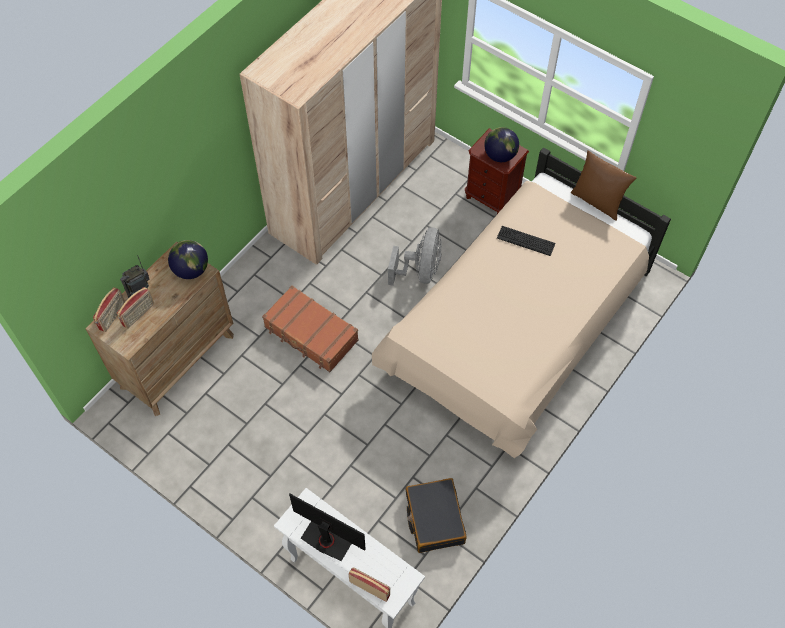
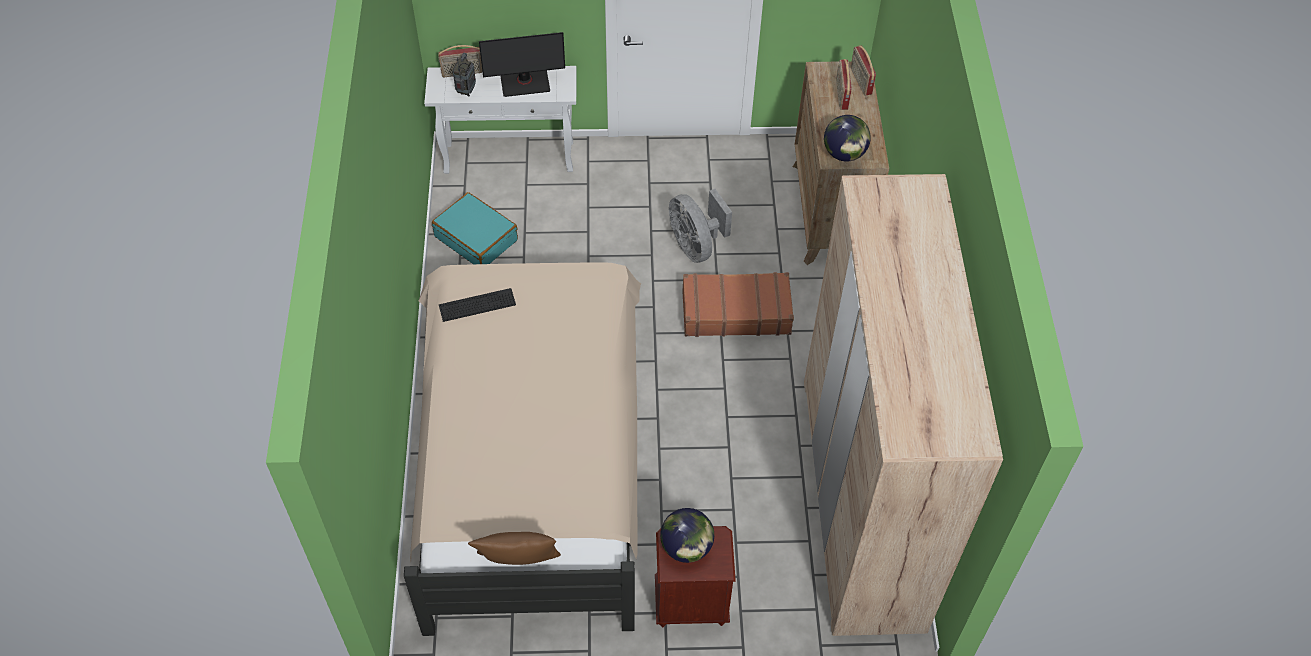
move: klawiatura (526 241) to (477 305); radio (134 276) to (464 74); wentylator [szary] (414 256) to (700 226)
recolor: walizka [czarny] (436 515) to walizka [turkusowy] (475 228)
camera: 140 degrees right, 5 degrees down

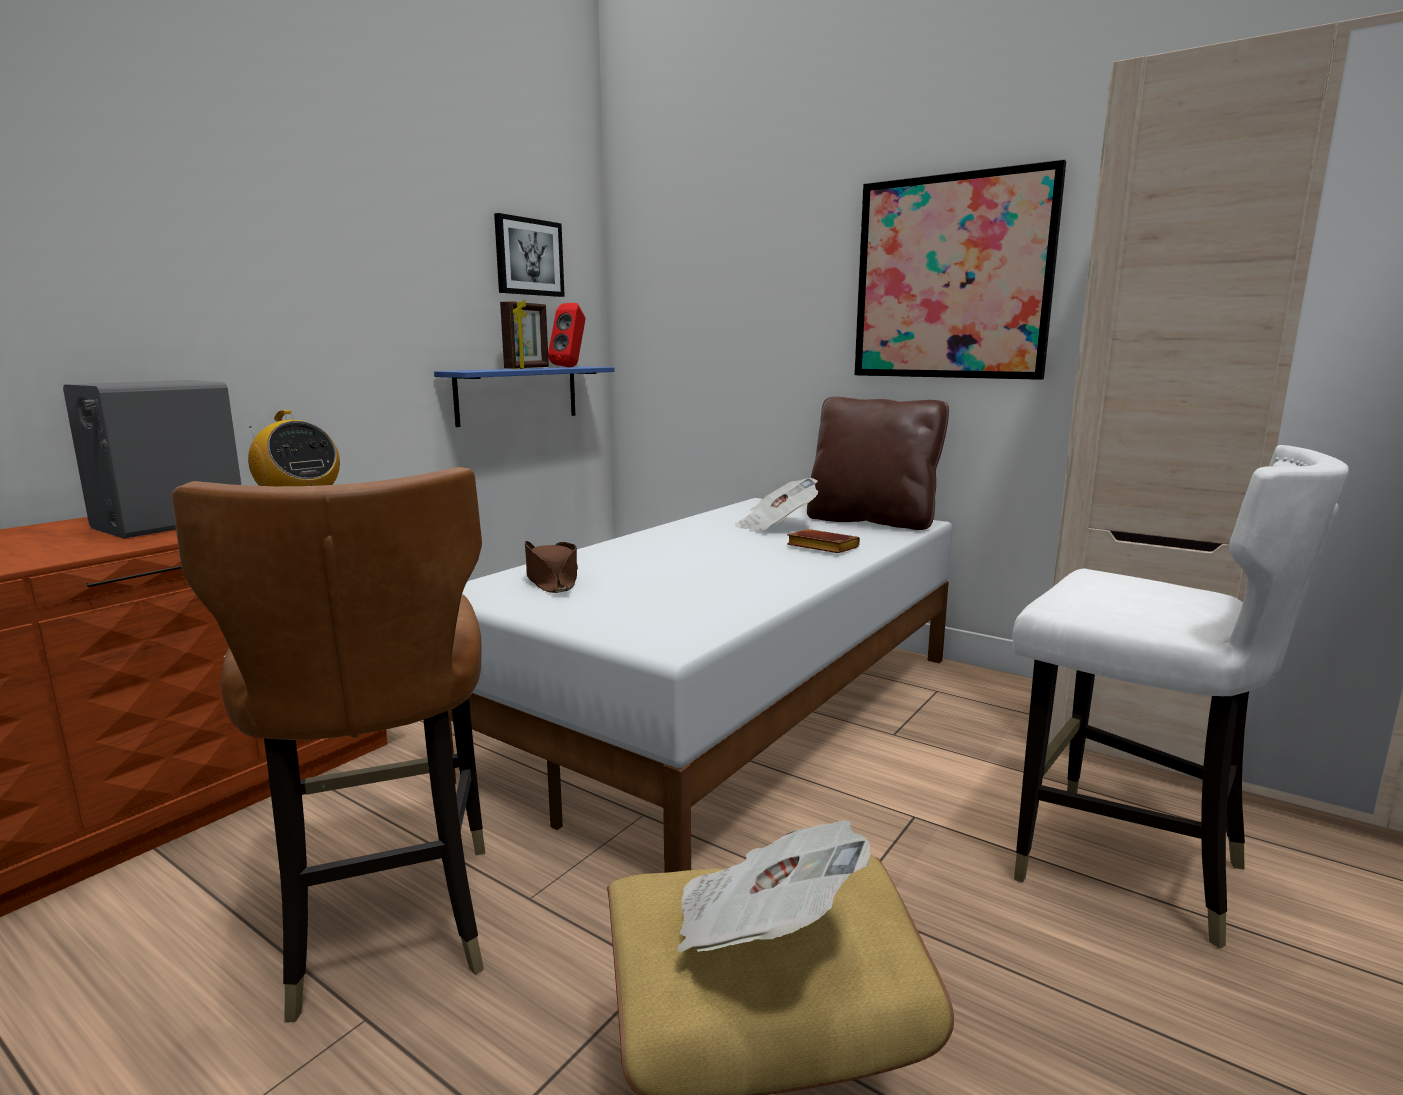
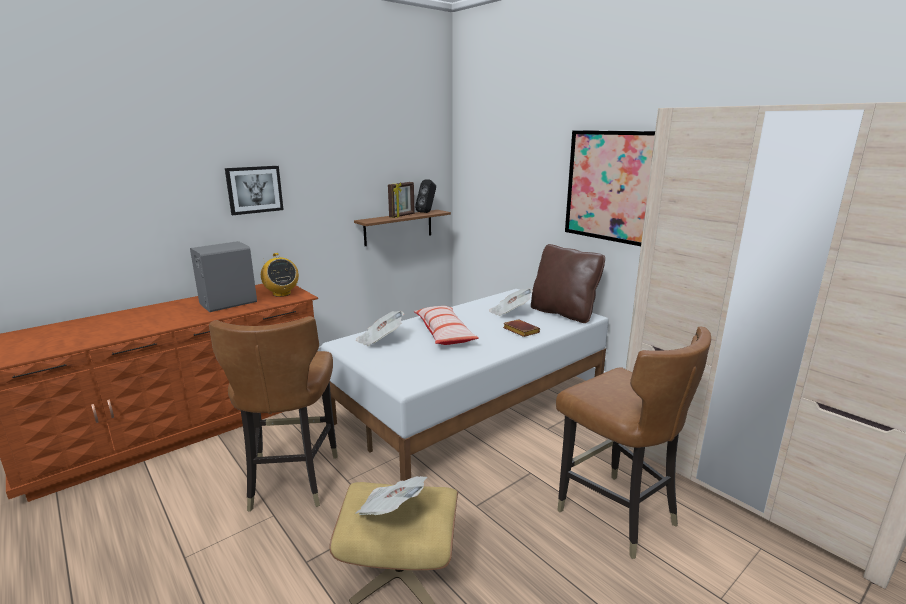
insert: poduszka (446 325)
move: obraz (529 255) to (254 190)
replace: kapelusz [brązowy] (551 567) to gazeta (380 328)
recolor: półka [niebieski] (524 397) to półka [brązowy] (402 228); głośnik [czerwony] (566 335) to głośnik [czarny] (425 196); krzesło [biały] (1181 697) to krzesło [brązowy] (633 442)
camera: 15 degrees right, 5 degrees up

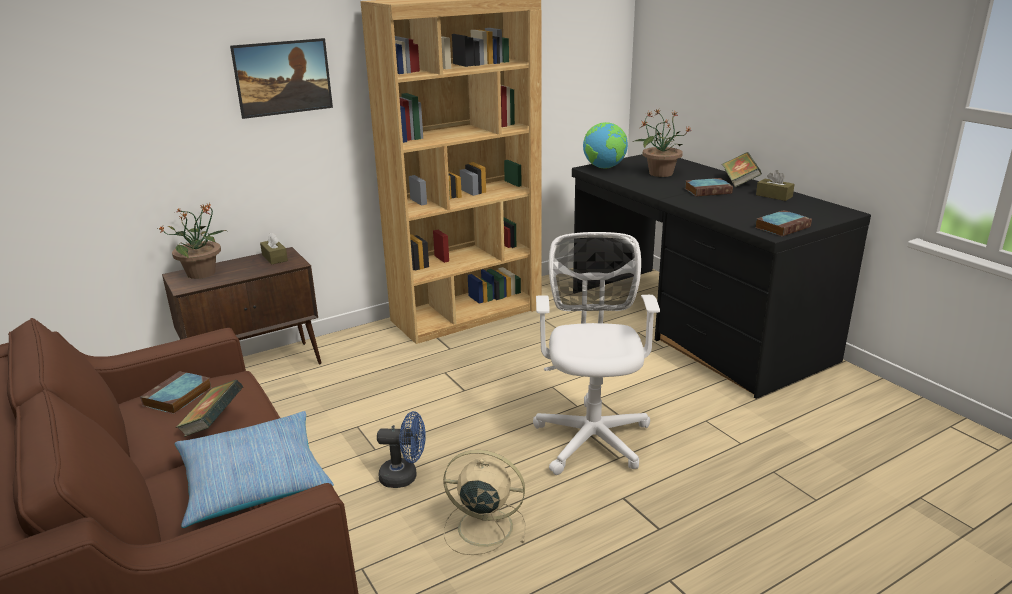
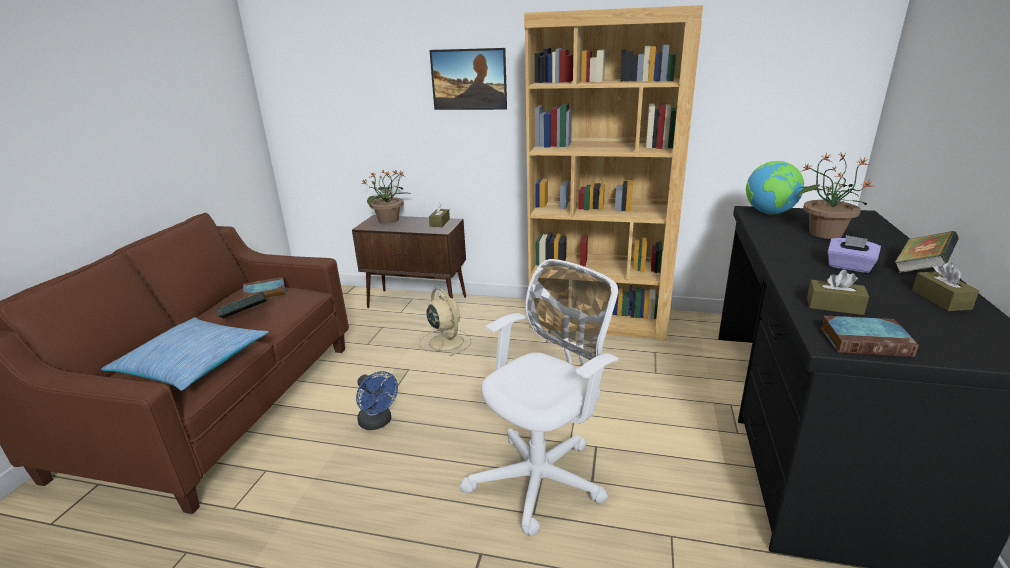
insert: pudełko chusteczek [brązowy] (838 292)
move: wentylator [beżowy] (484 502) to (445 322)
replace: książka (709 187) to pudełko chusteczek [fioletowy] (854 254)
camera: 45 degrees right, 0 degrees up

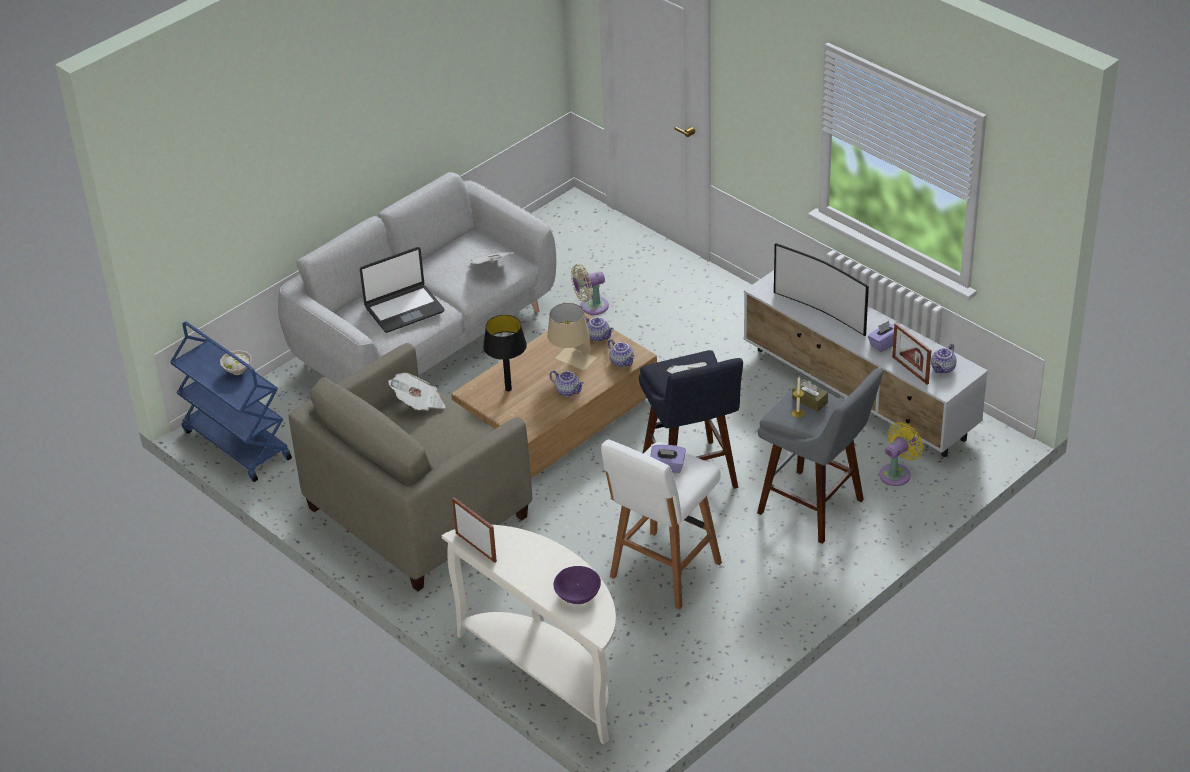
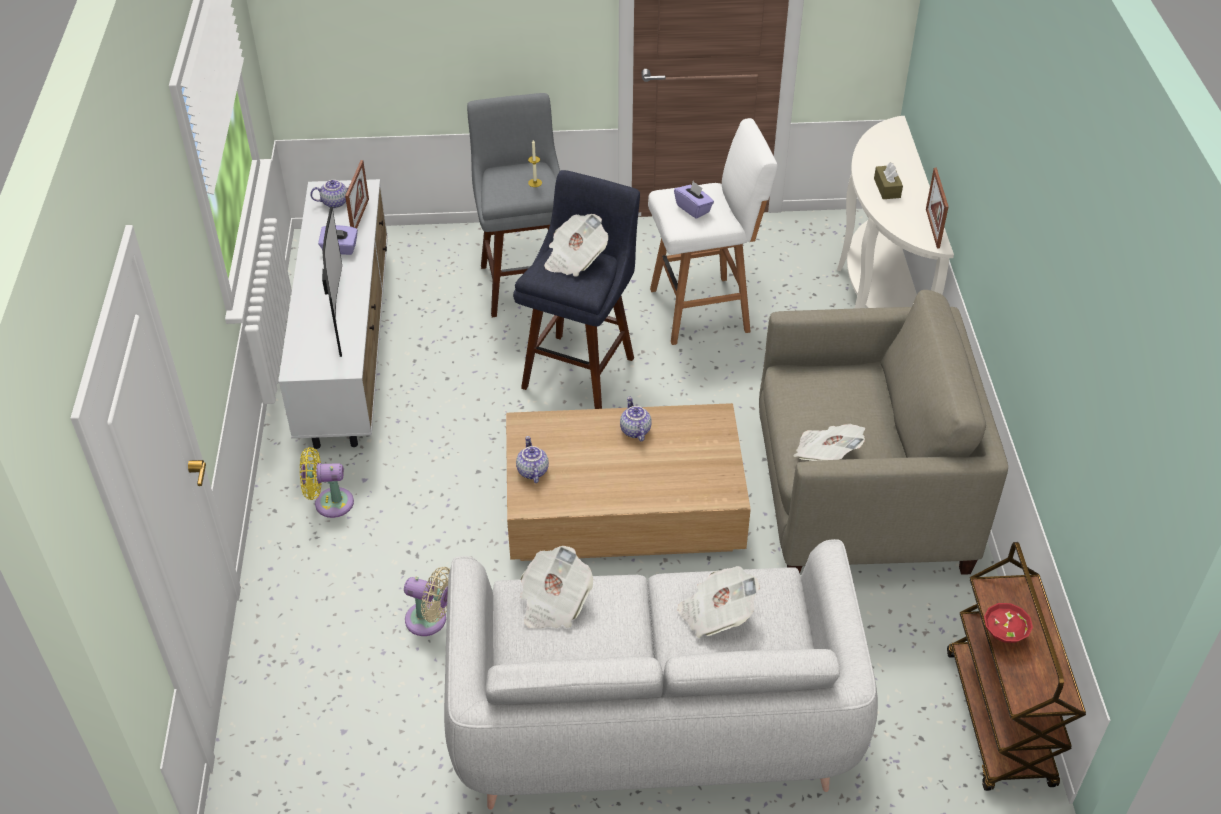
delete: lampa stołowa [czarny] (505 353); lampa stołowa [beżowy] (572 336); miska [fioletowy] (577 585); imbryk (621 353)
move: wentylator [żółty] (901 454) to (327 482); pudełko chusteczek [brązowy] (810 396) to (888 180)
replace: laptop (402 290) to gazeta (718 602)
recolor: wózek [niebieski] (231 401) to wózek [brązowy] (1016 666); miska [biały] (236 362) to miska [czerwony] (1008 623)
camera: 140 degrees left, 5 degrees up

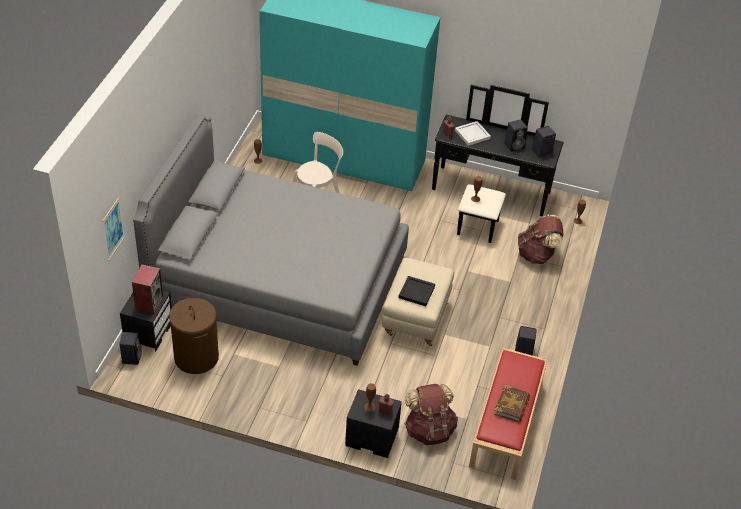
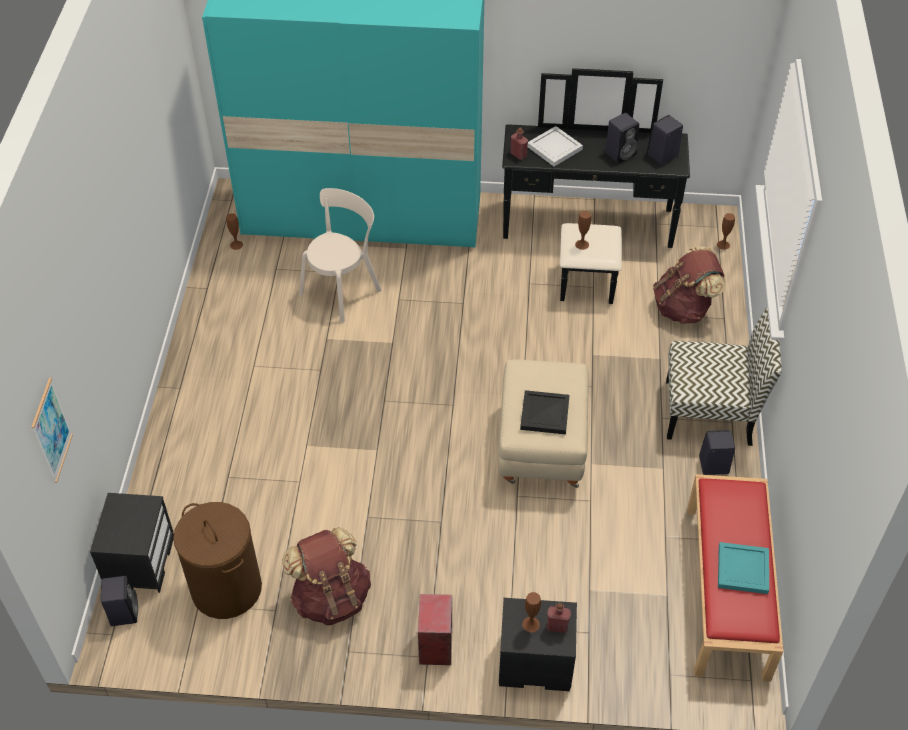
delete: łóżko [szary] (271 240)
insert: krzesło (724 376)
move: plecak [brązowy] (431 414) to (326 576); głośnik (147 289) to (435 629)
replace: książka (512 403) to taca [turkusowy] (743 568)
camera: 10 degrees left, 5 degrees up

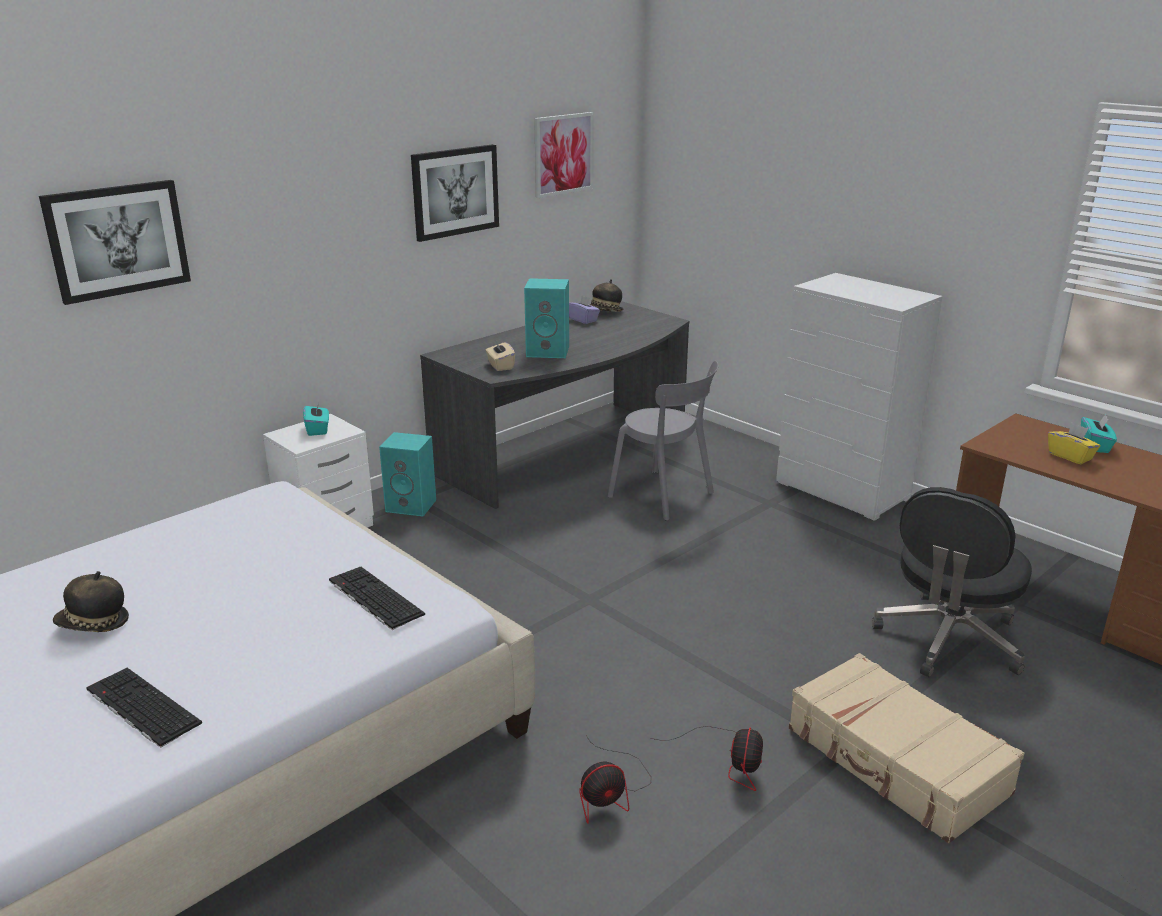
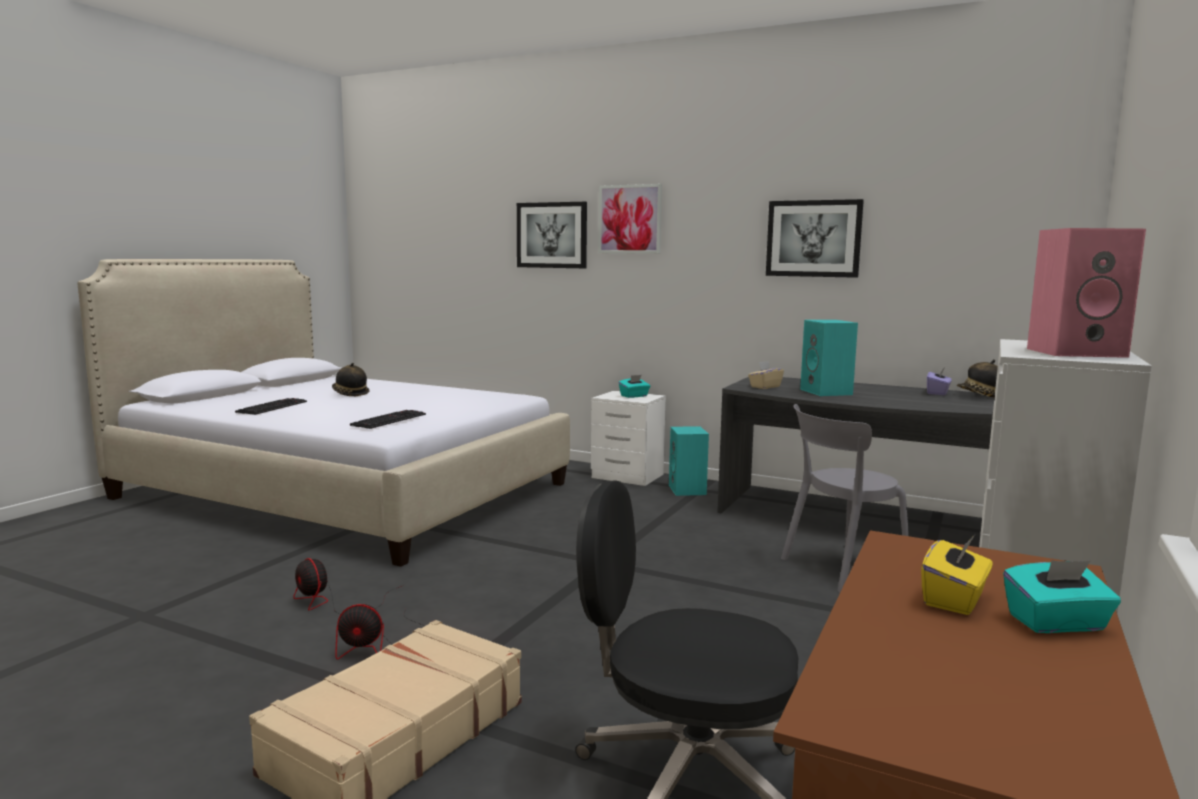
insert: głośnik [różowy] (1086 293)
move: obraz (564 155) to (630 219)
rotate: krzesło [szary] (663 441) = (845 498) 45 degrees clockwise
camera: 70 degrees right, 15 degrees down

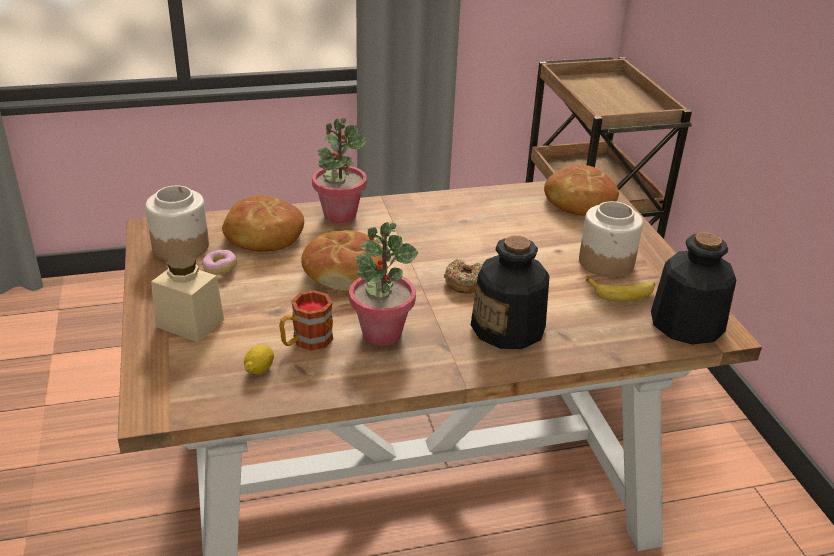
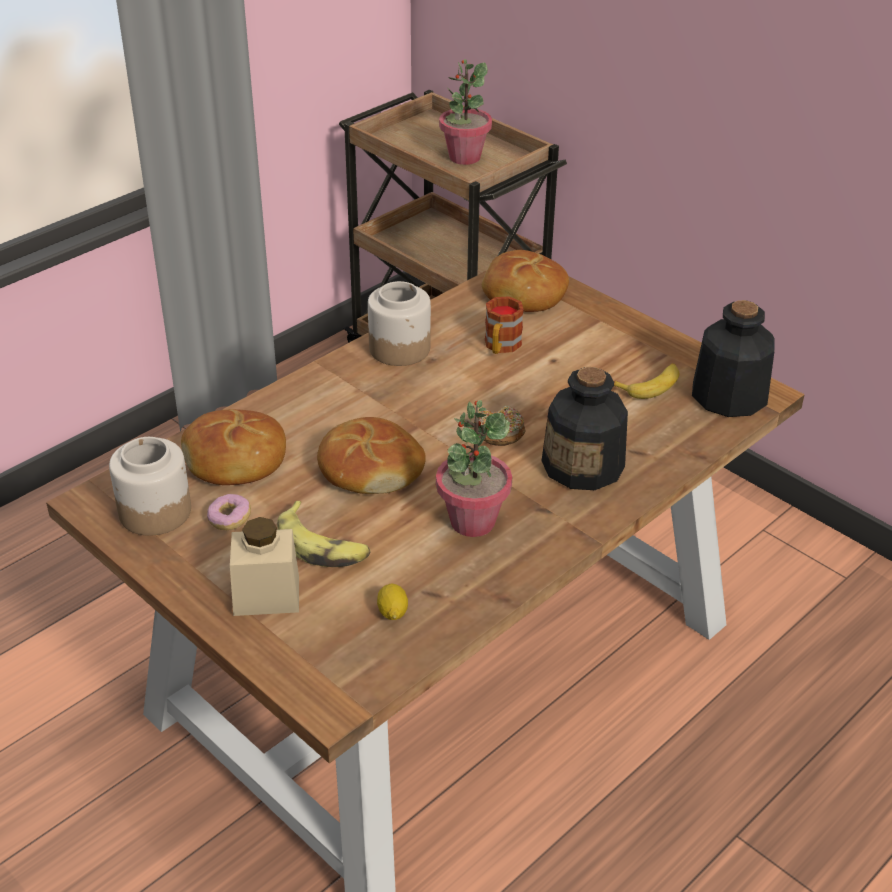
insert: banan (324 534)
move: słoik (611 239) to (399 323); roślina doniczkowa (339 170) to (465 112); kubek (306 320) to (504 325)
camera: 30 degrees left, 5 degrees up

